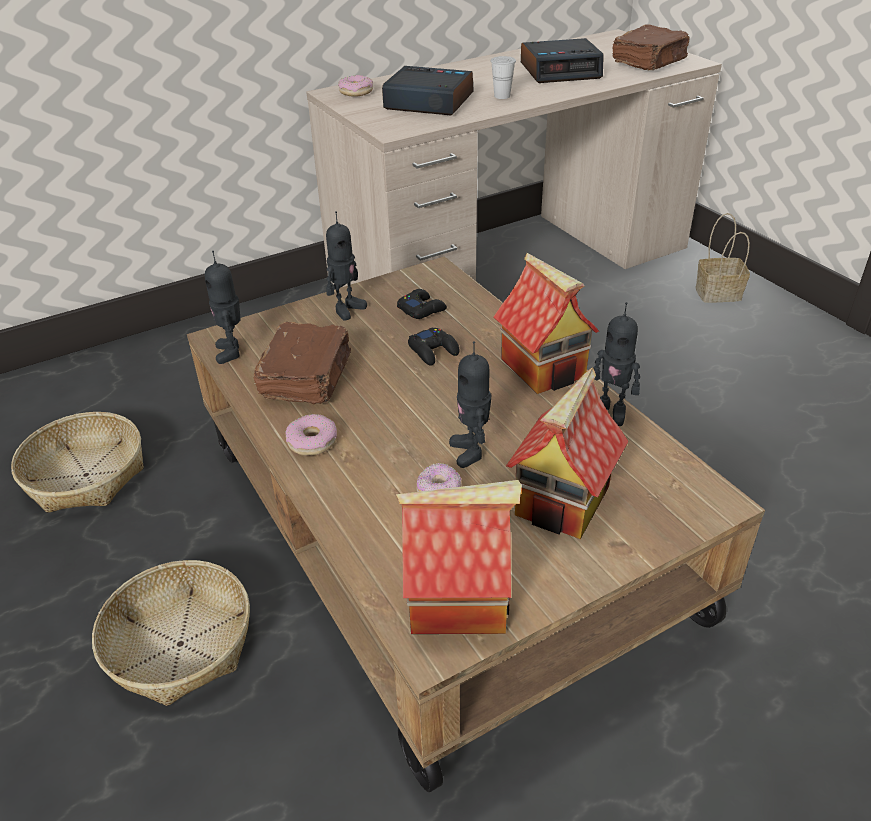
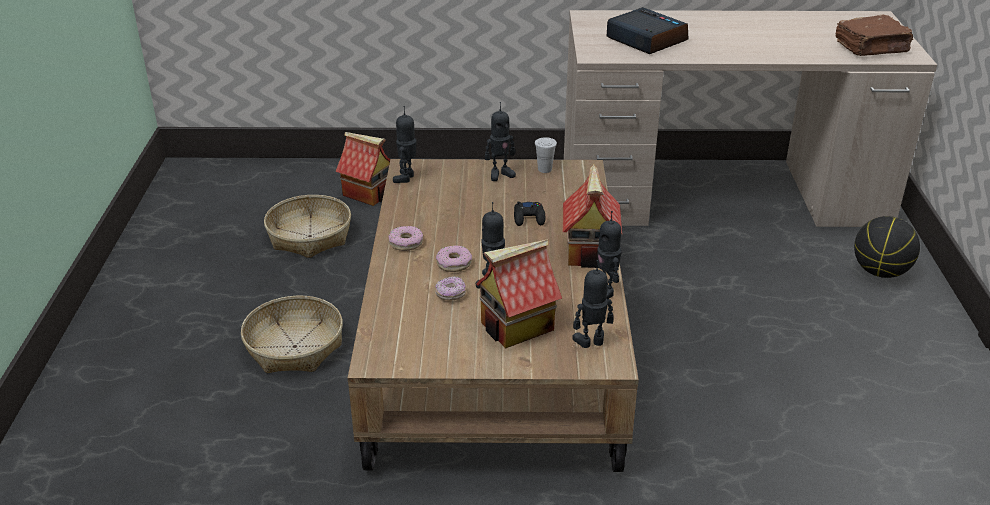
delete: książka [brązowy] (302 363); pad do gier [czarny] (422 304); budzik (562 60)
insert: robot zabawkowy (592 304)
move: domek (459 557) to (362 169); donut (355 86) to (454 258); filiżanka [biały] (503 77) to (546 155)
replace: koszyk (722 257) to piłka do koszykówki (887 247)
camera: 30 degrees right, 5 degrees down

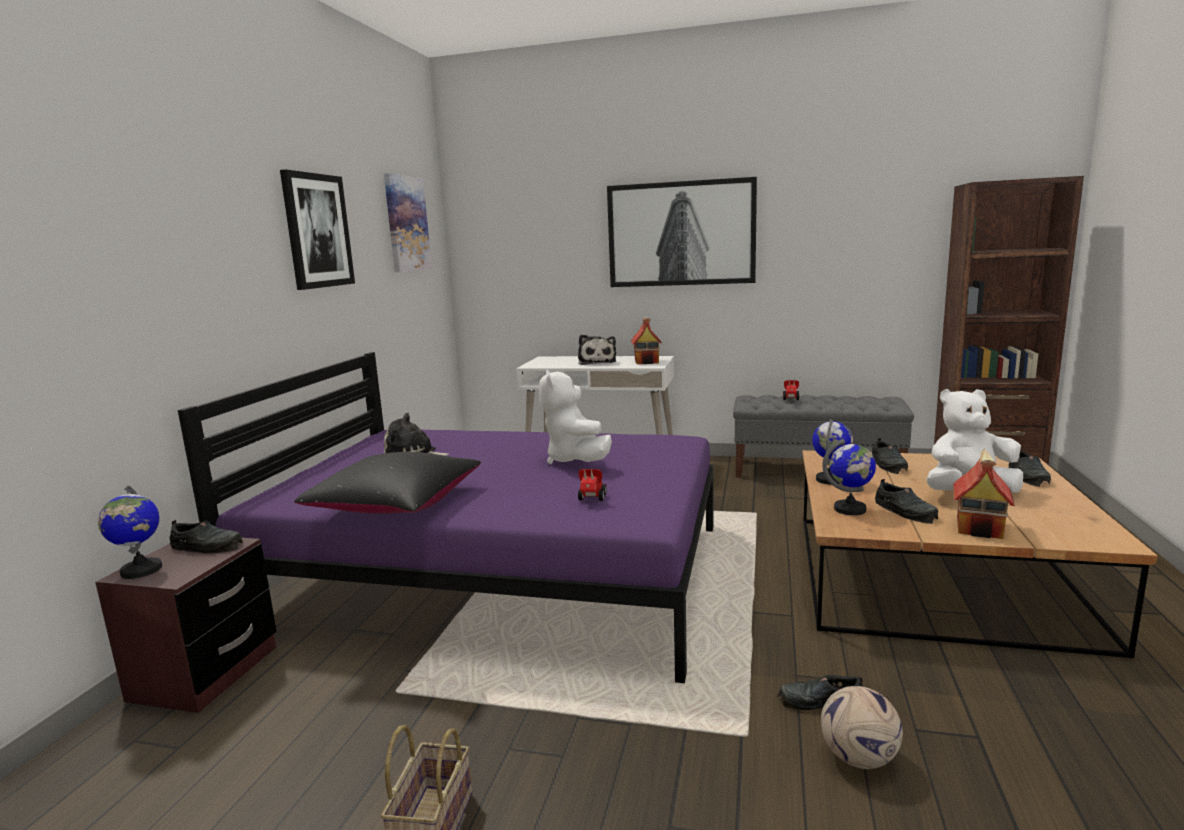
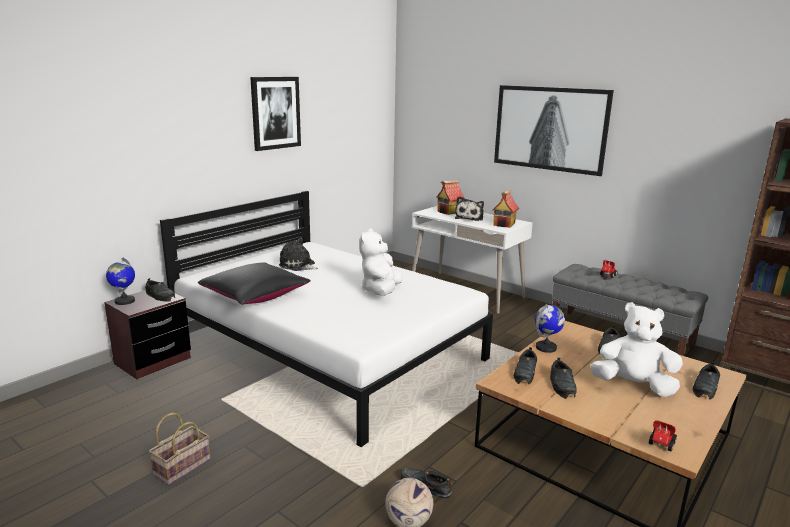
delete: obraz (408 222)
move: domek (984 494) to (451 198); samochodzik (592 485) to (663 435)
replace: globus (849 477) to but [czarny] (525 365)
recolor: łóżko [fioletowy] (445 517) to łóżko [biały] (326 319)
camera: 25 degrees right, 5 degrees up

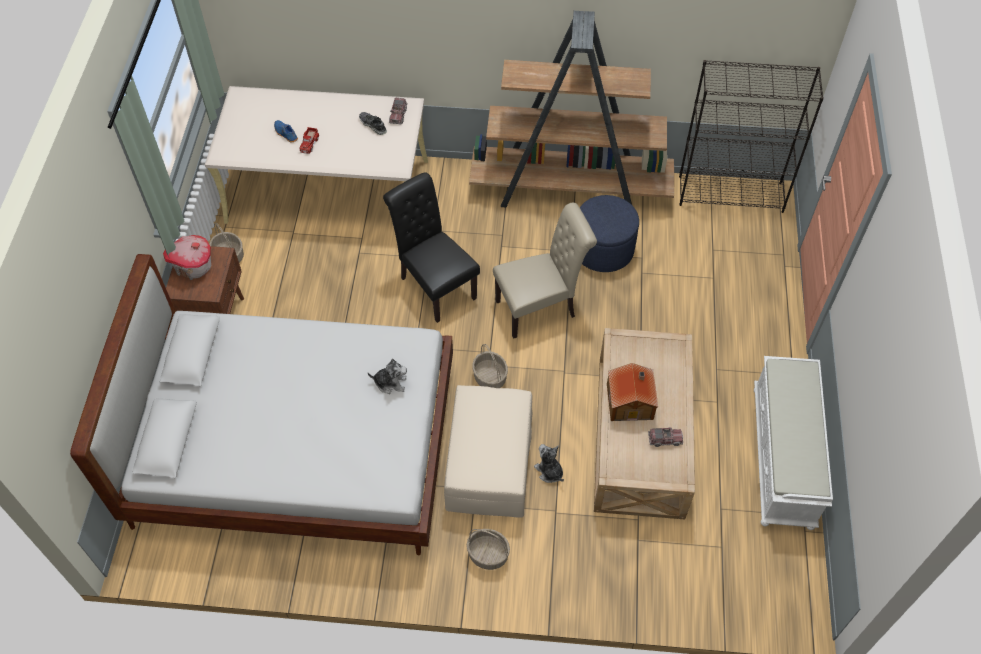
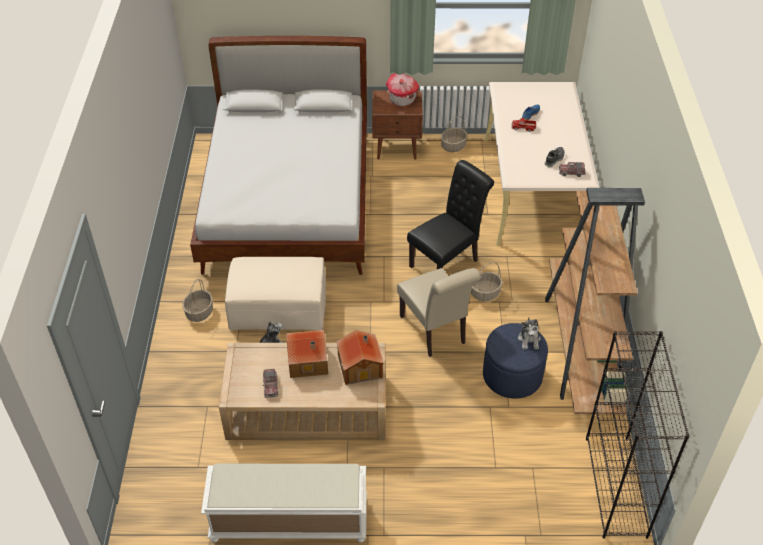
insert: domek (360 357)
move: koszyk (490 366) to (487 281); pluszak (387 376) to (529 333)
camera: 85 degrees right, 10 degrees down

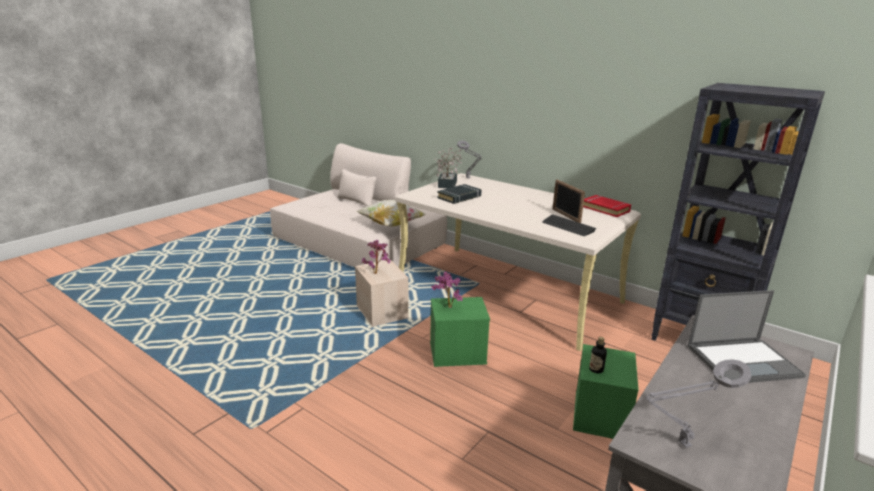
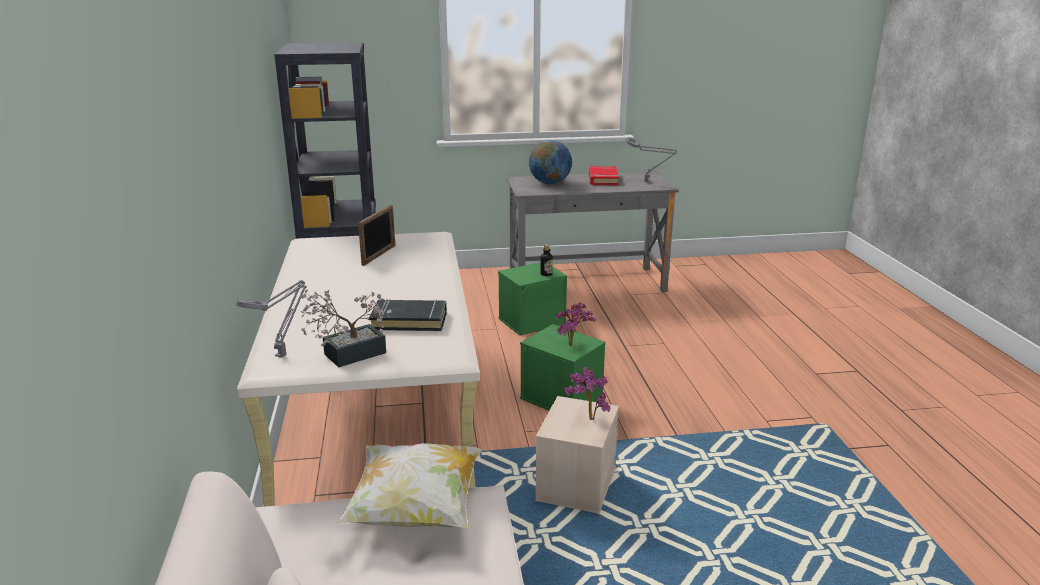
delete: klawiatura (569 225)
move: książka [czerwony] (607 206) to (604 175)
replace: laptop (747 336) to globus (550 162)
camera: 135 degrees left, 0 degrees up

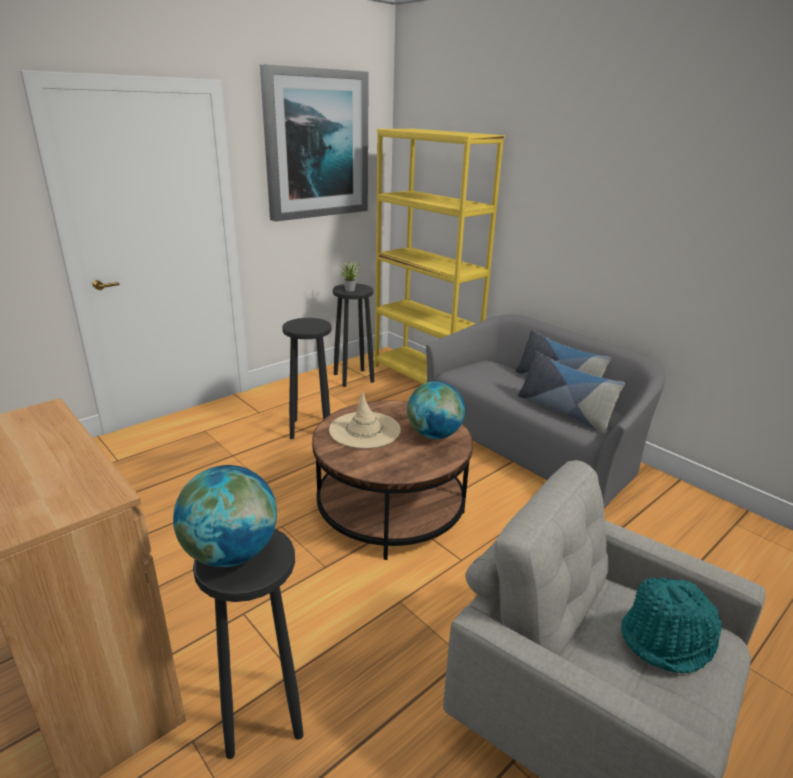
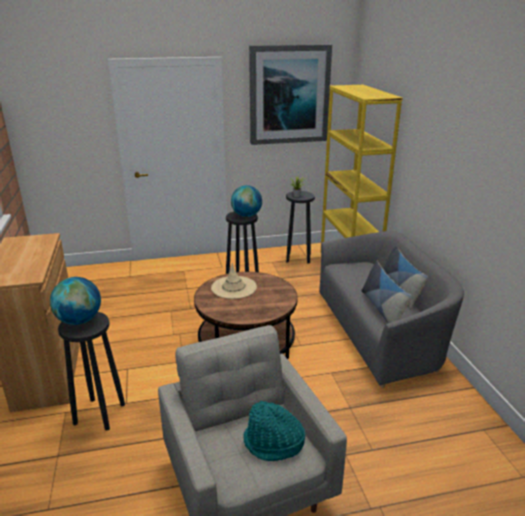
move: globus (436 410) to (246 201)
camera: 30 degrees right, 0 degrees up

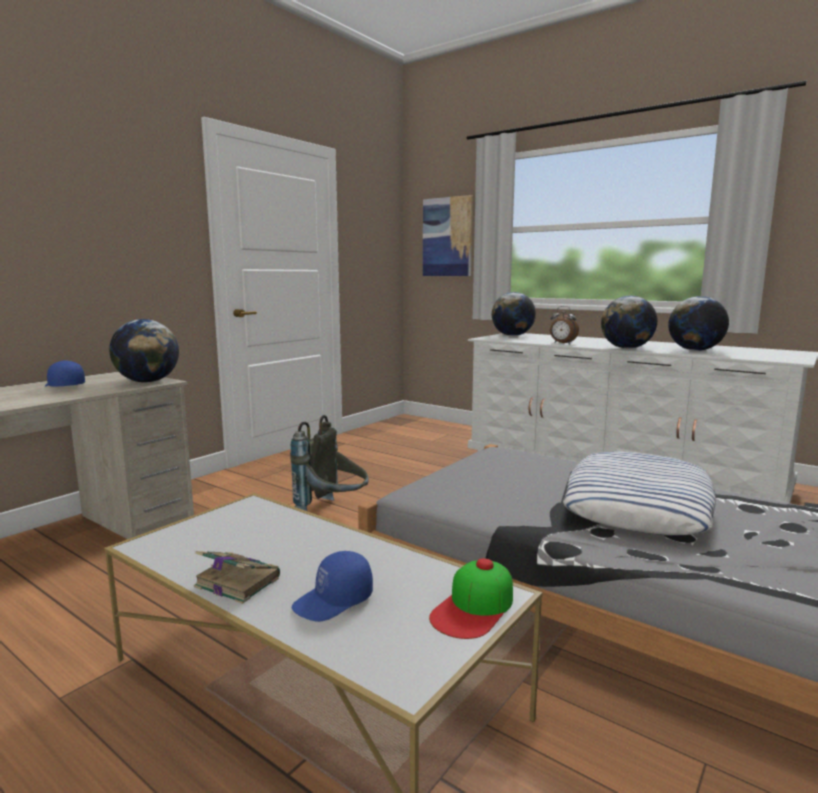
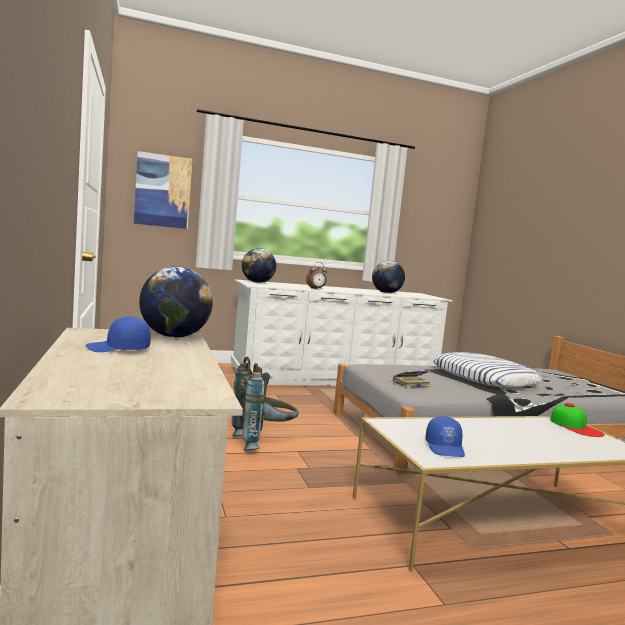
delete: globus (629 322)
move: książka (237 577) to (411 379); czapka z daszkiem [niebieski] (332 586) to (445 436)
camera: 55 degrees left, 5 degrees down

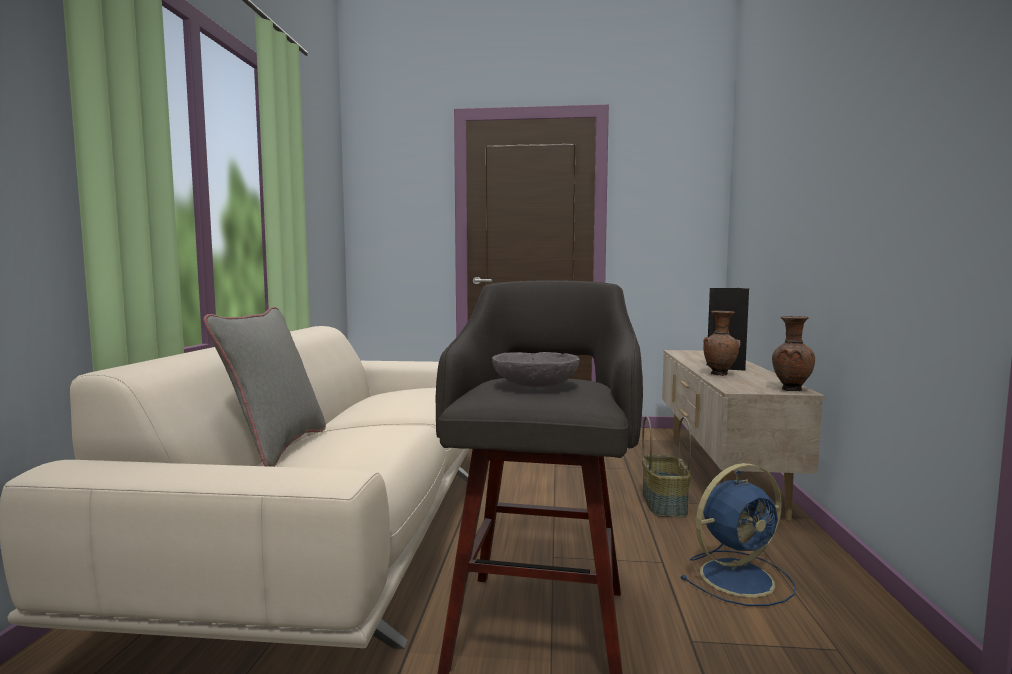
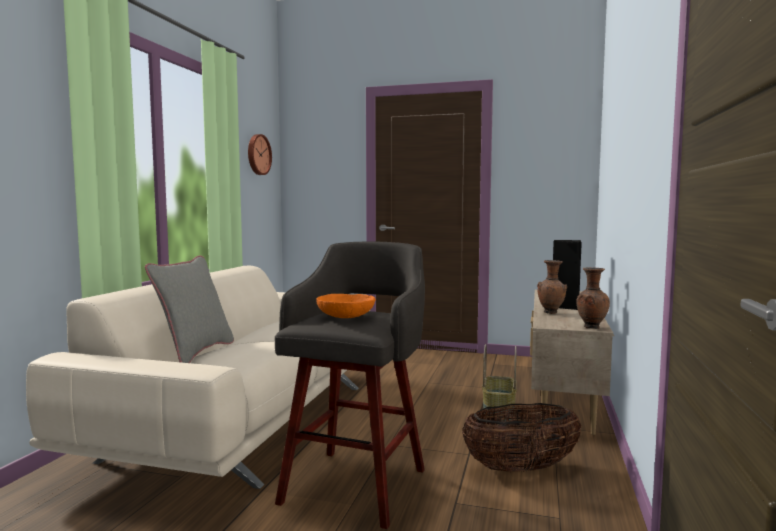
insert: zegar ścienny (260 154)
replace: wentylator [niebieski] (738 534) to koszyk (521 437)
recolor: miska [szary] (536 369) to miska [pomarańczowy] (346 306)
camera: 10 degrees right, 0 degrees up

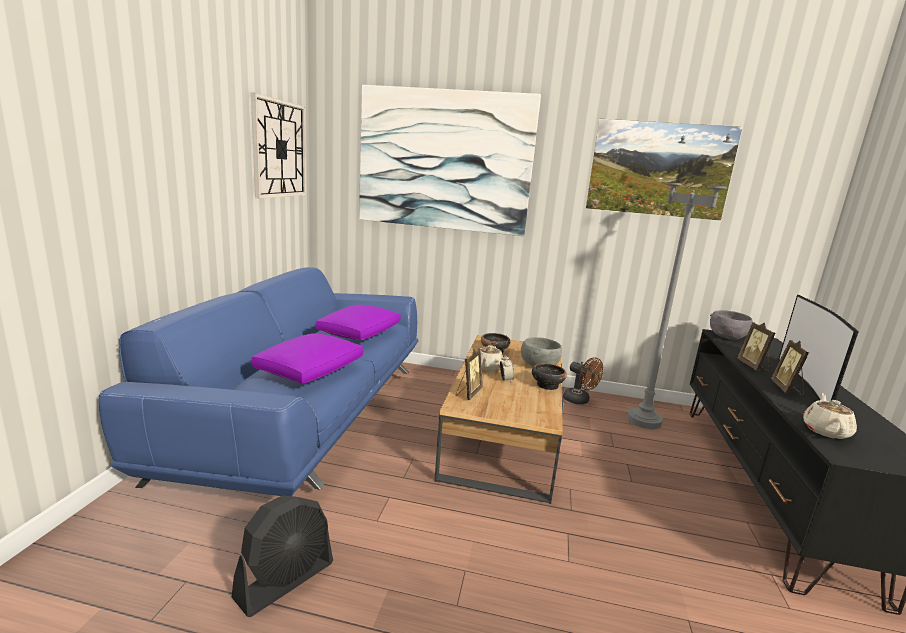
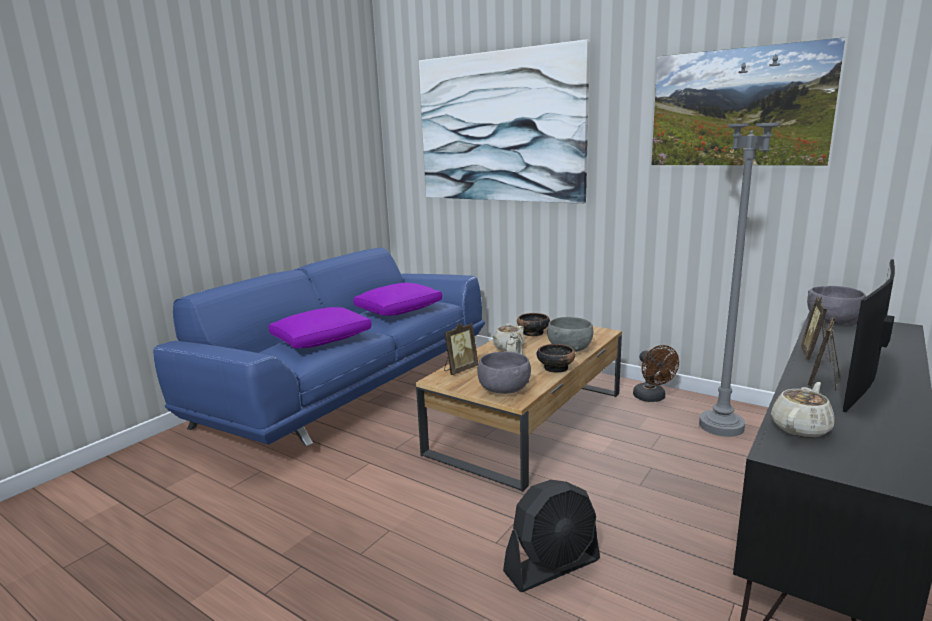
delete: zegar ścienny (278 146)
insert: miska [szary] (504 372)
move: wentylator [czarny] (282 556) to (551 536)
camera: 25 degrees right, 0 degrees up

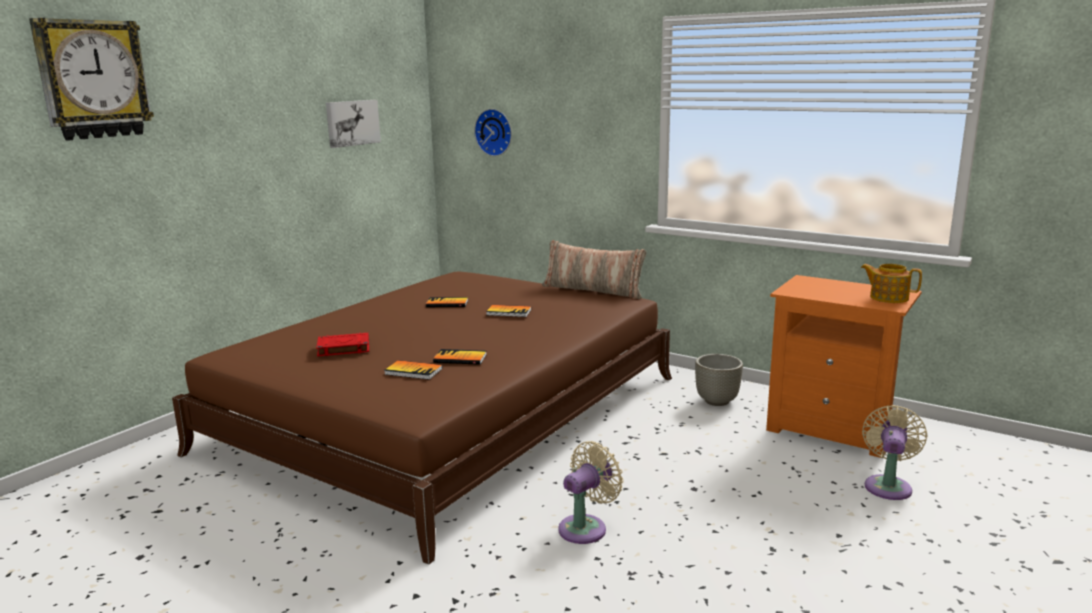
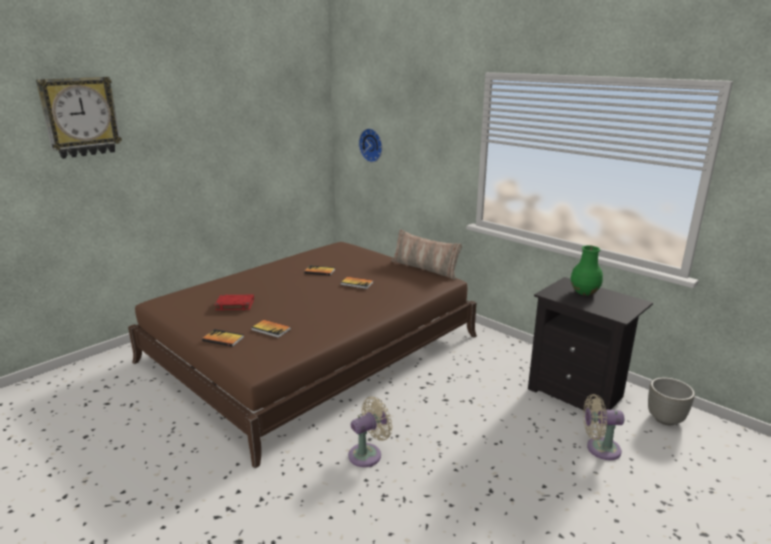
delete: obraz (353 124); imbryk (891 283)
insert: wazon [zielony] (587 270)
move: książka (460 357) to (223 338); donica [szary] (719 380) to (671 401)
recolor: szafka nocna [pomarańczowy] (844 366) to szafka nocna [czarny] (590 343)
rotate: wentylator [beżowy] (894 452) = (604 427) 120 degrees counterclockwise
camera: 10 degrees right, 5 degrees up

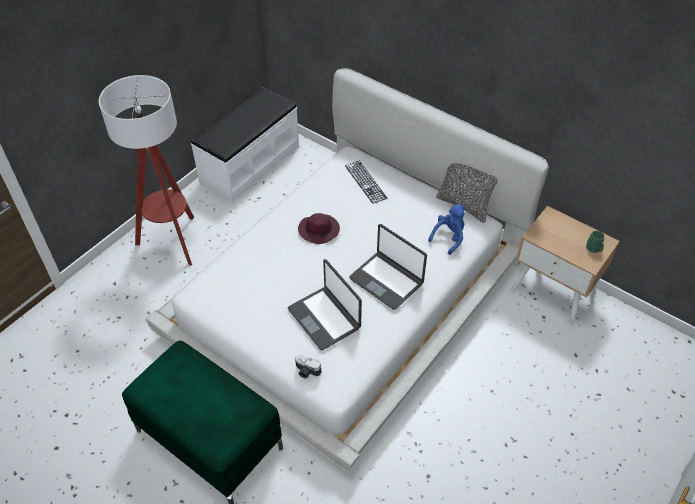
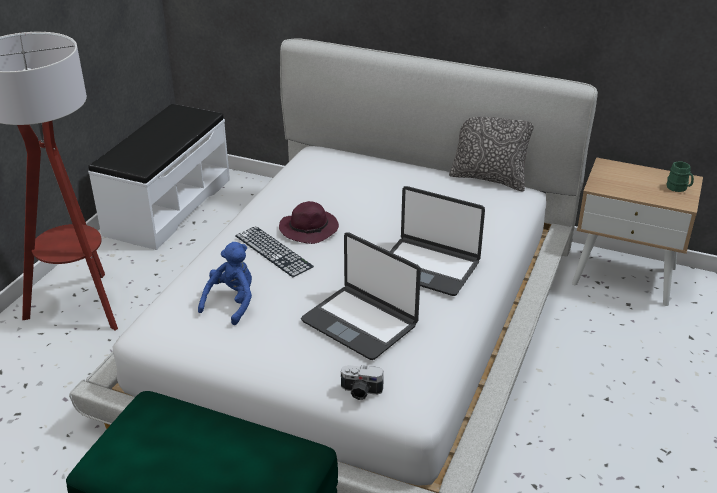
move: pluszak [niebieski] (446 229) to (225 283); klawiatura (366 182) to (274 251)
camera: 15 degrees left, 15 degrees down

